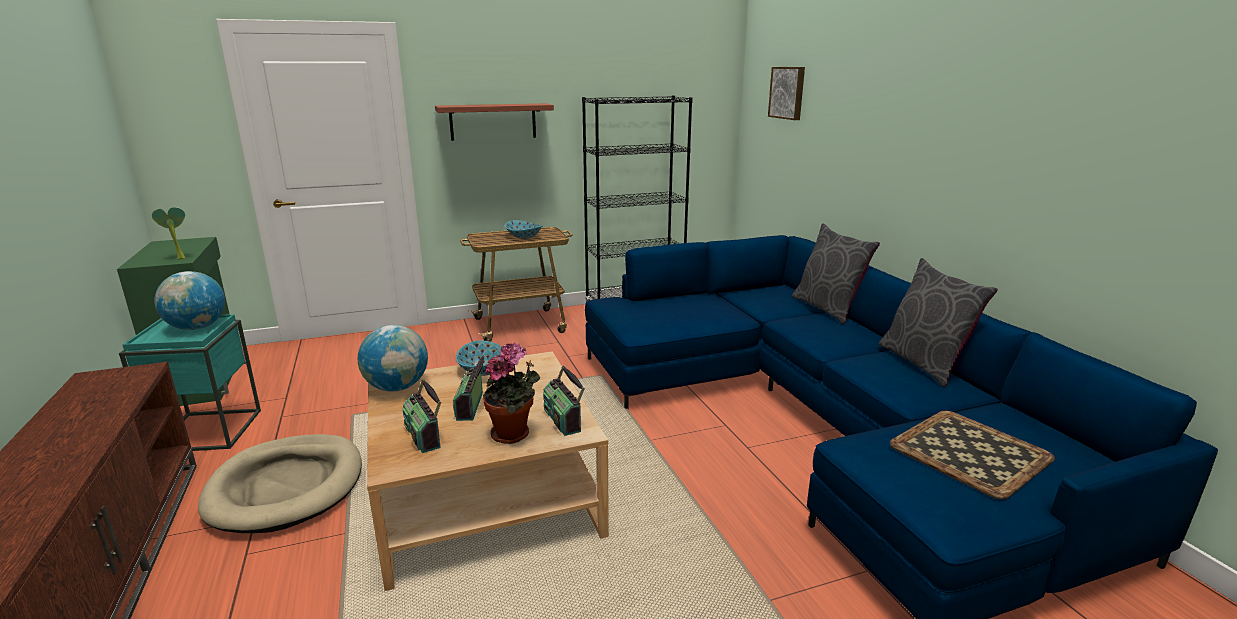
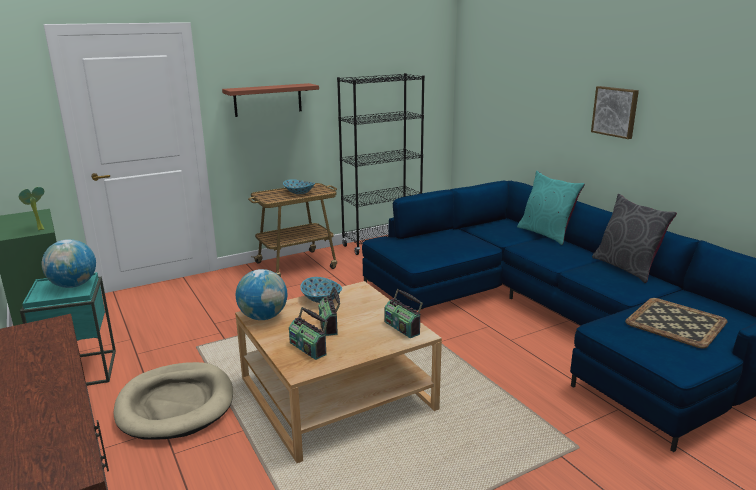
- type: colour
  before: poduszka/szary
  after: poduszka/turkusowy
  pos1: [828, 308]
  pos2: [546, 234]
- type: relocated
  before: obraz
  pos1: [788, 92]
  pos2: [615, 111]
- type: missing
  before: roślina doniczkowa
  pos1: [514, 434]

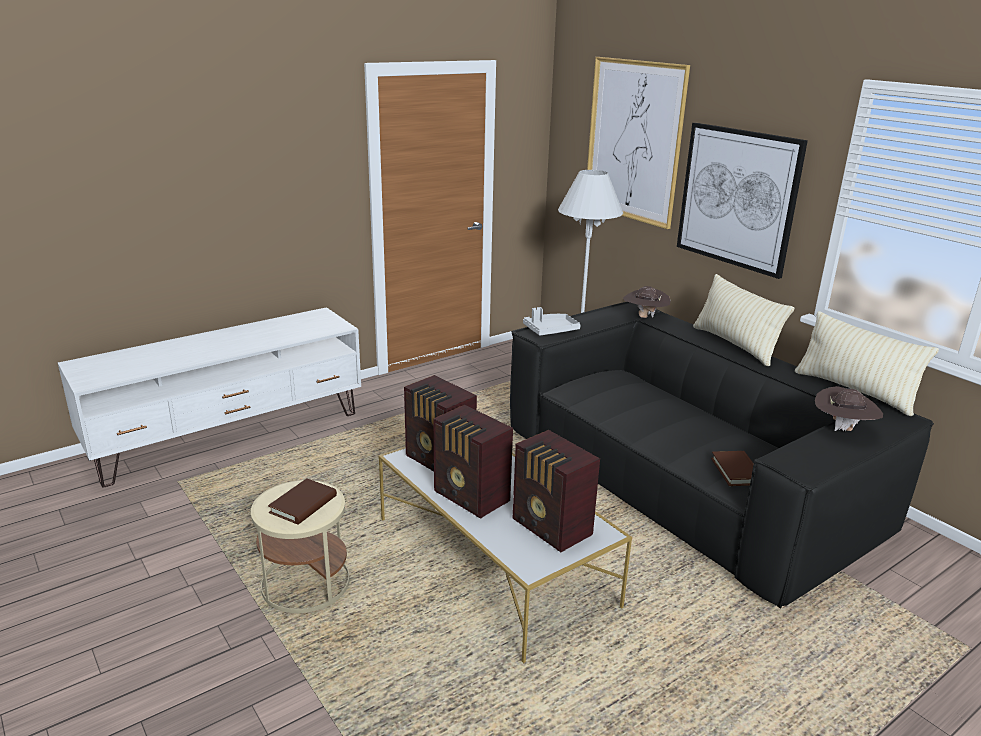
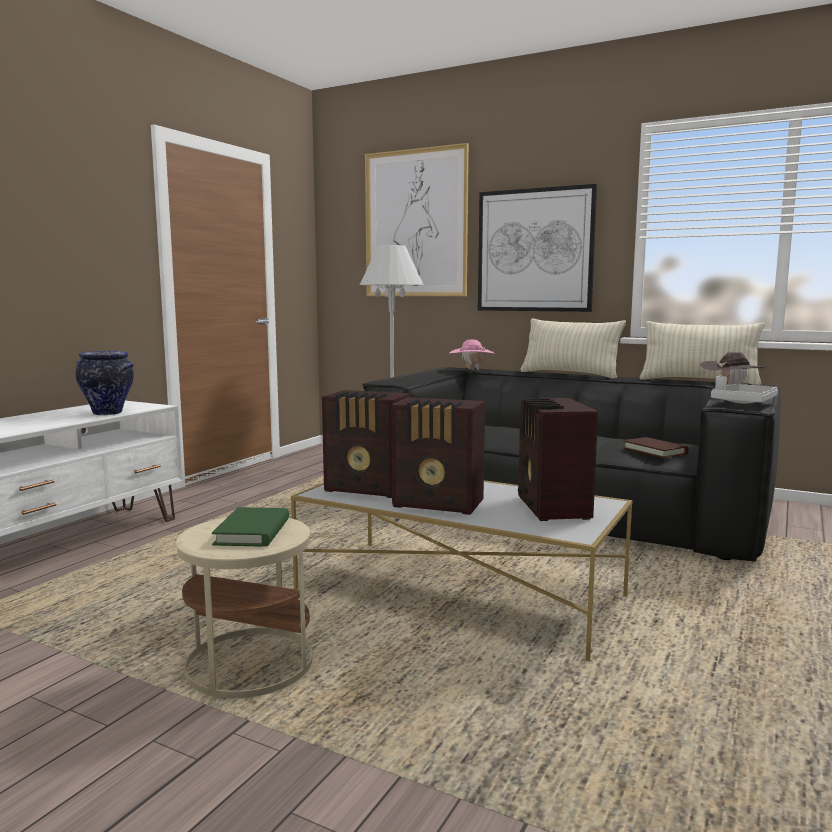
- type: appeared
  after: wazon
  pos2: [108, 413]
- type: colour
  before: książka/brązowy
  after: książka/zielony
  pos1: [303, 504]
  pos2: [253, 532]
- type: colour
  before: kapelusz/brązowy
  after: kapelusz/różowy
  pos1: [644, 317]
  pos2: [471, 371]
- type: spun
  before: radio
  pos1: [552, 529]
  pos2: [552, 508]
  turn: 60
- type: relocated
  before: taca/szary
  pos1: [550, 330]
  pos2: [743, 402]

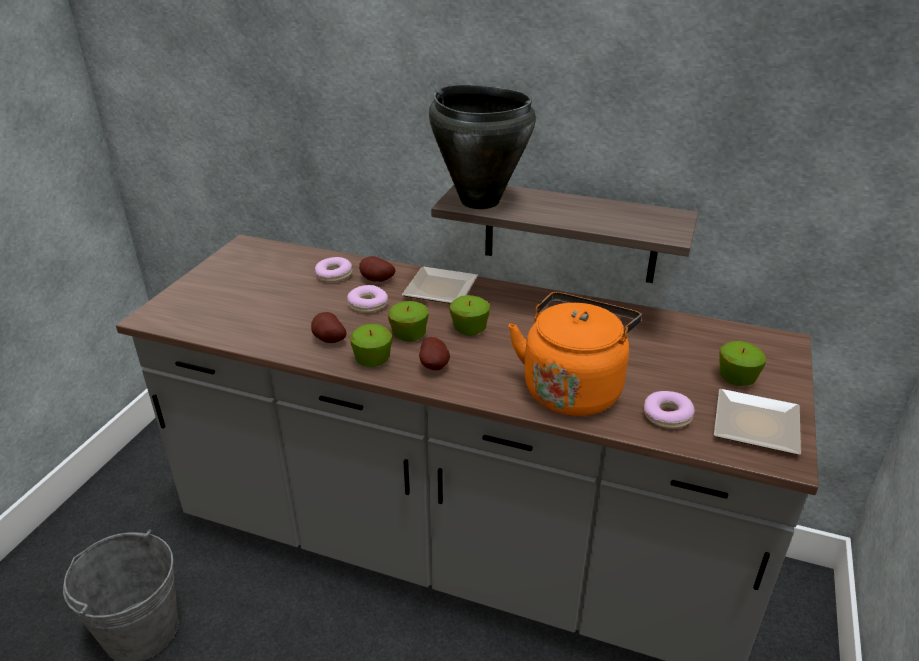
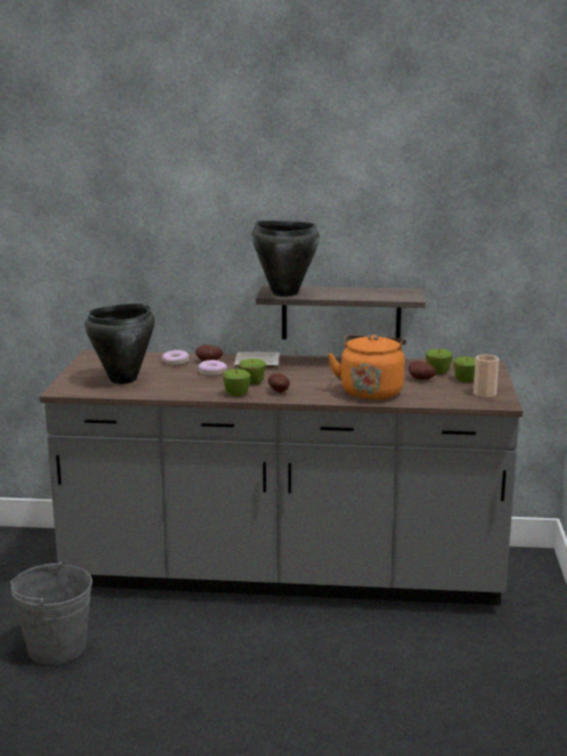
- type: appeared
  after: garnek/czarny
  pos2: [124, 379]
- type: relocated
  before: ziemniak
  pos1: [328, 340]
  pos2: [420, 380]
- type: relocated
  before: jabłko
  pos1: [469, 329]
  pos2: [438, 371]
- type: exchanged
  before: talerz
  after: filiżanka
  pos1: [759, 424]
  pos2: [484, 394]
- type: missing
  before: donut
  pos1: [667, 416]

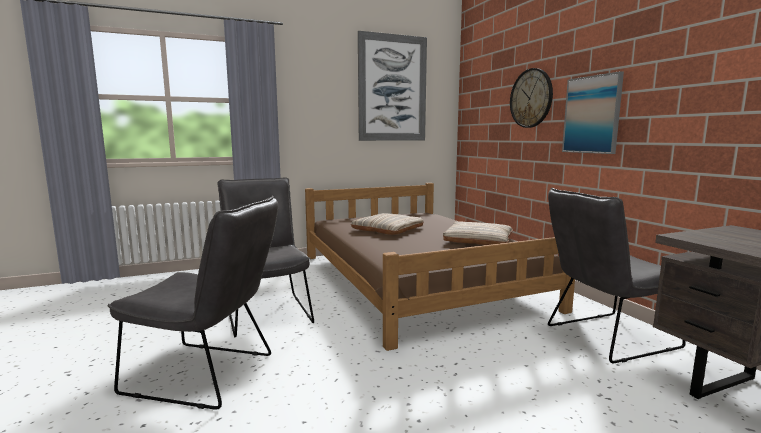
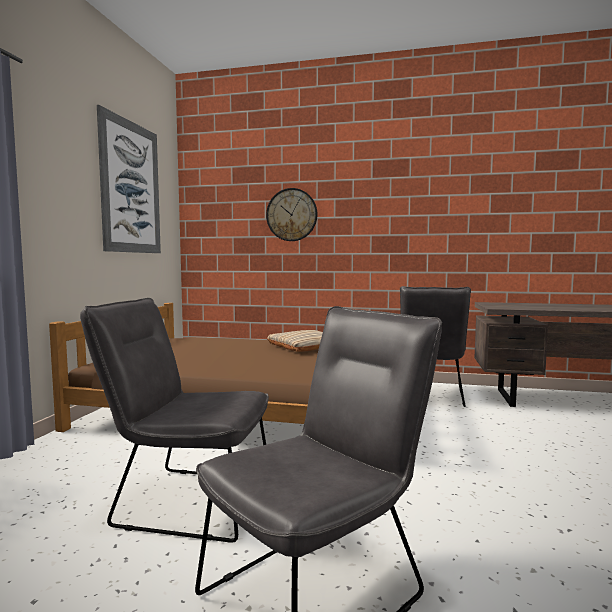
- type: missing
  before: poduszka/beżowy
  pos1: [387, 229]
- type: missing
  before: obraz
  pos1: [592, 115]

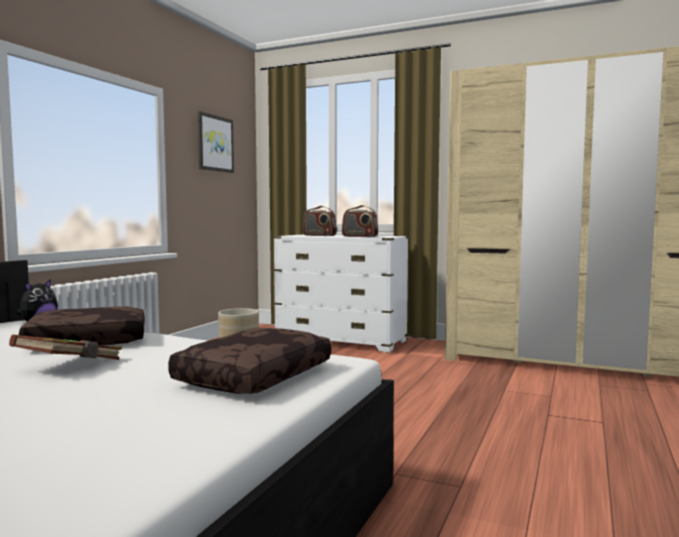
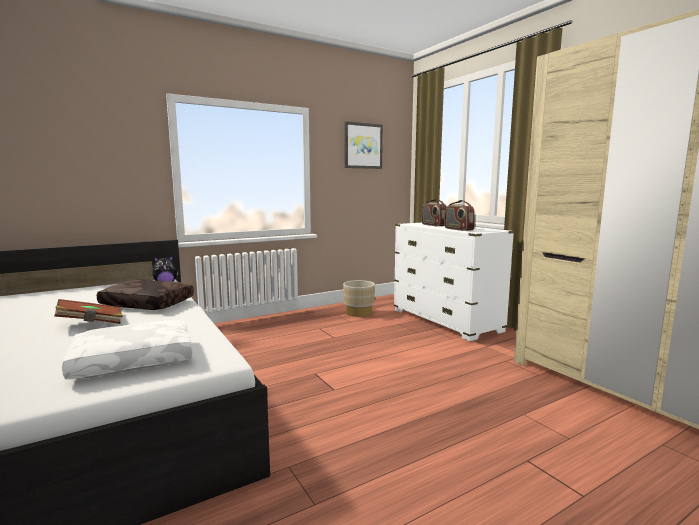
- type: colour
  before: poduszka/brązowy
  after: poduszka/biały
  pos1: [254, 376]
  pos2: [134, 360]

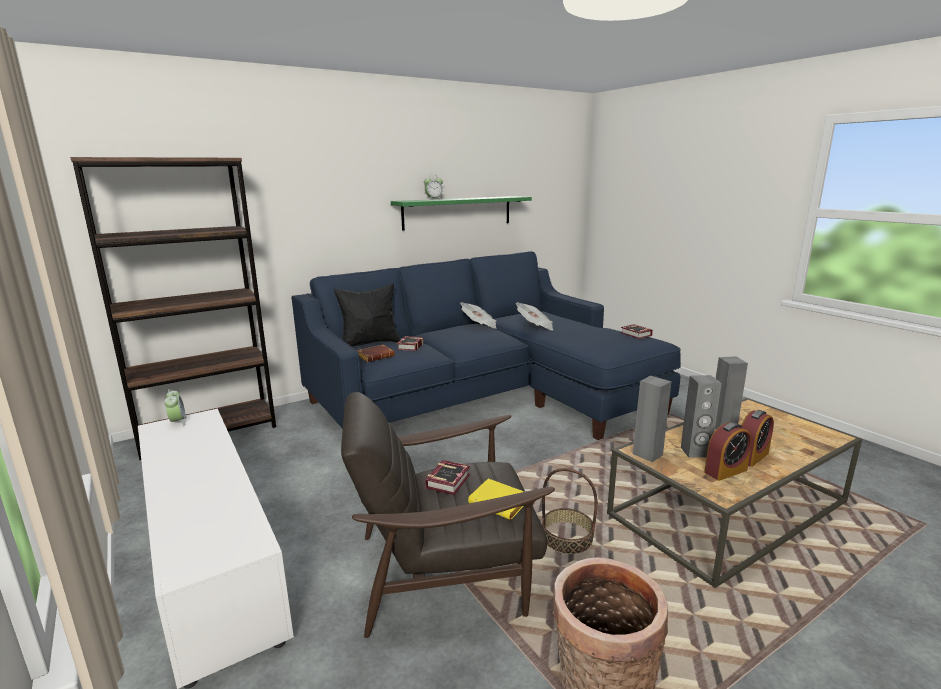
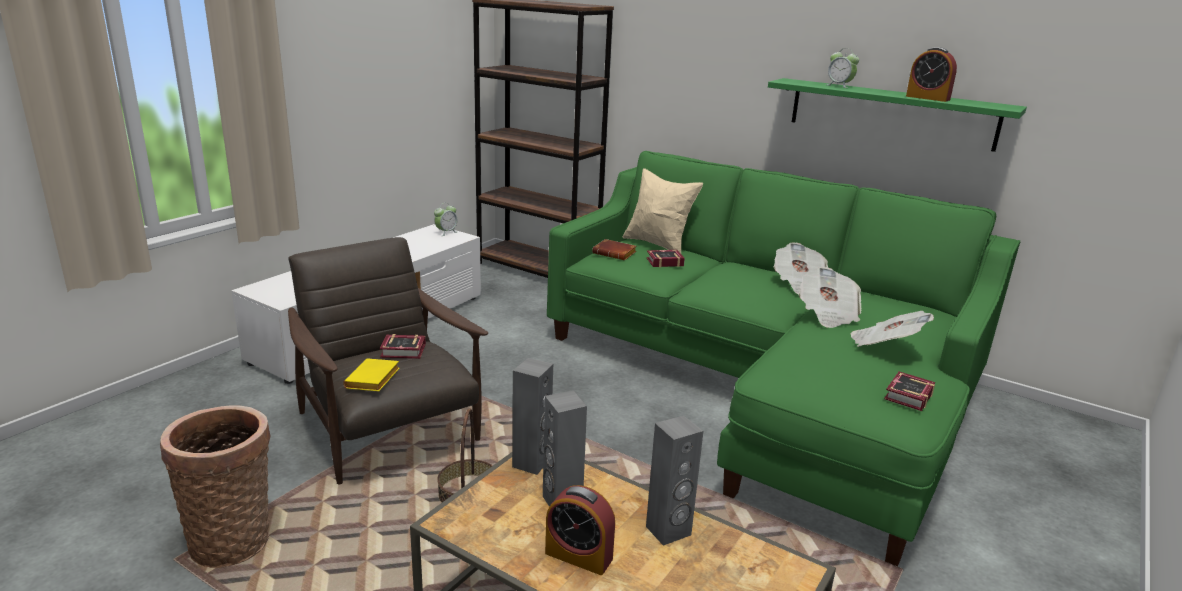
- type: colour
  before: kanapa/niebieski
  after: kanapa/zielony
  pos1: [486, 396]
  pos2: [767, 384]
- type: colour
  before: poduszka/czarny
  after: poduszka/beżowy
  pos1: [370, 343]
  pos2: [658, 245]
- type: appeared
  after: gazeta
  pos2: [885, 345]
- type: relocated
  before: budzik
  pos1: [725, 471]
  pos2: [927, 98]

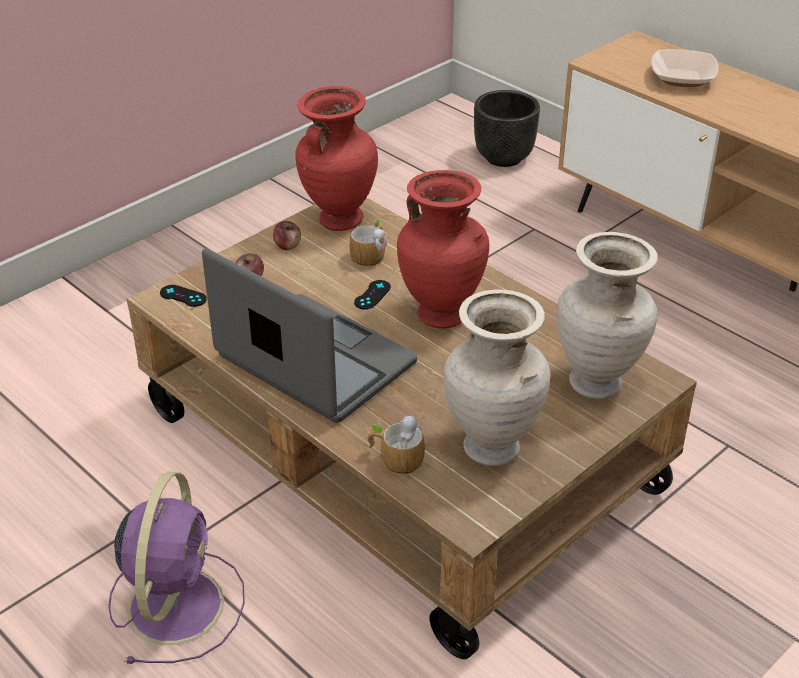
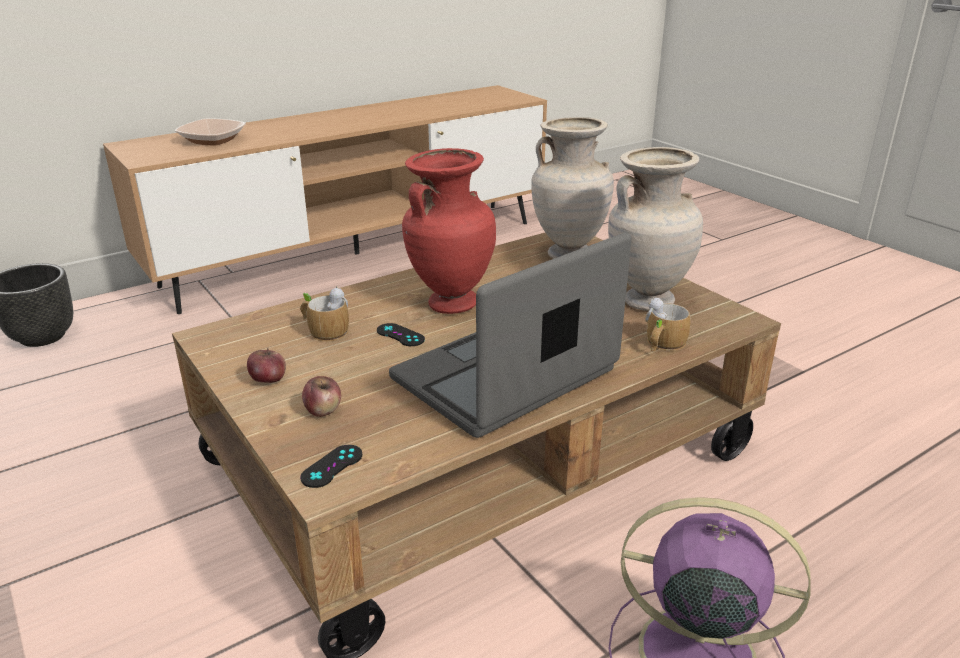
- type: missing
  before: wazon/czerwony
  pos1: [339, 220]

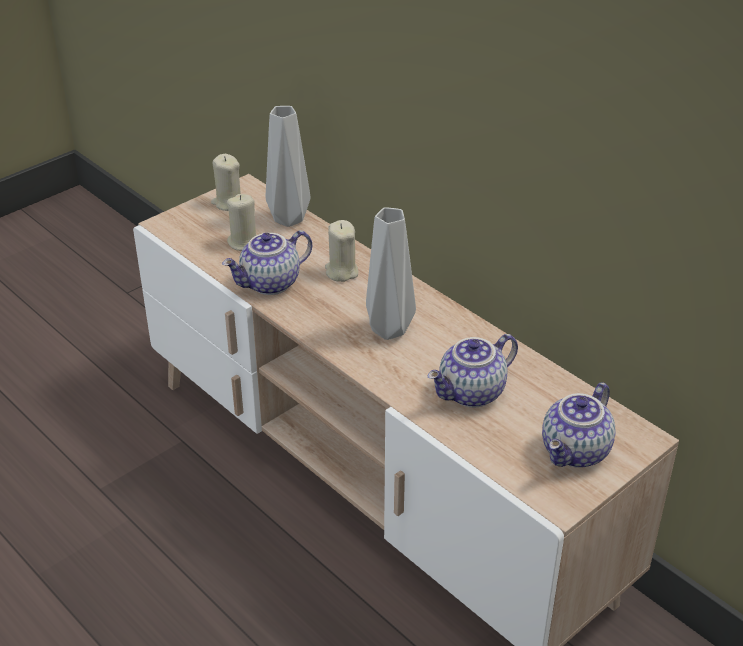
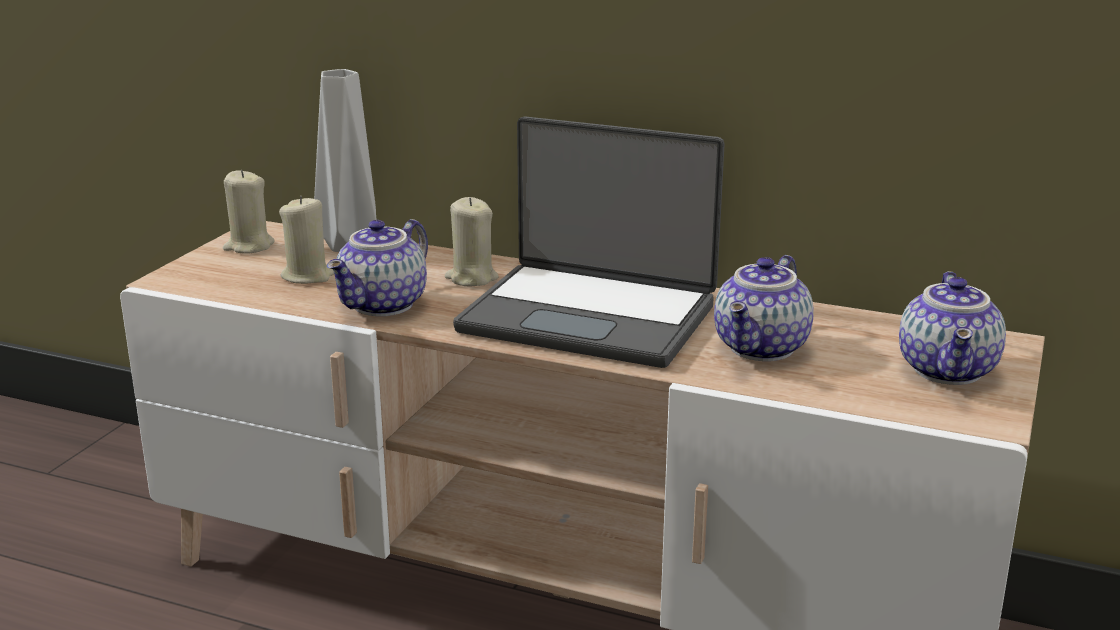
- type: exchanged
  before: wazon/szary
  after: laptop
  pos1: [387, 331]
  pos2: [590, 316]

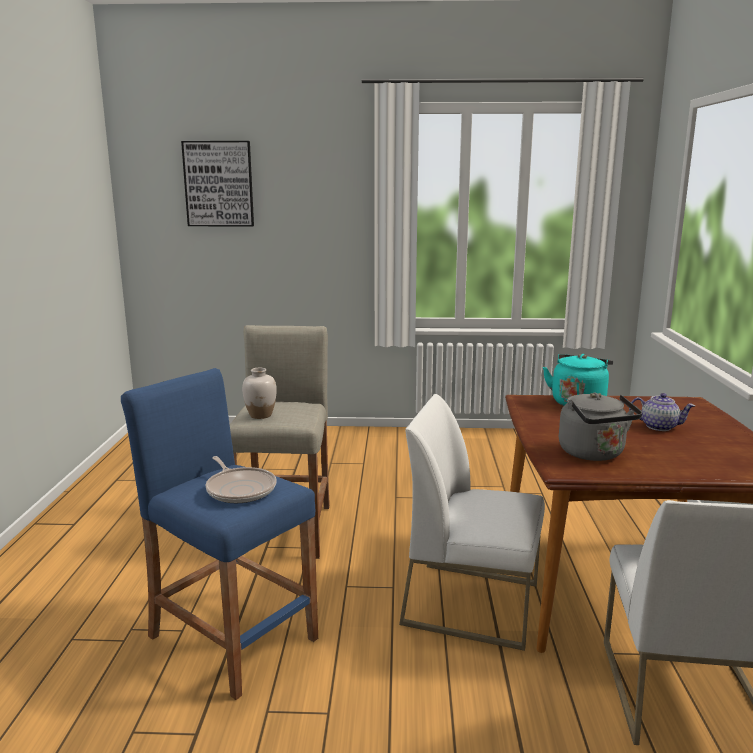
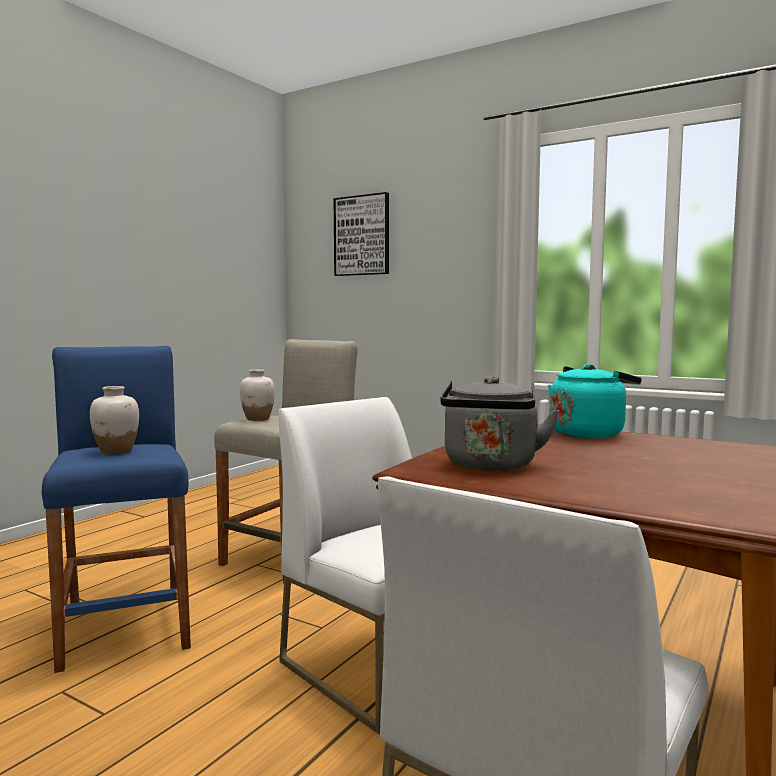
- type: exchanged
  before: patelnia
  after: wazon/biały
  pos1: [240, 489]
  pos2: [116, 451]
- type: missing
  before: imbryk
  pos1: [659, 426]

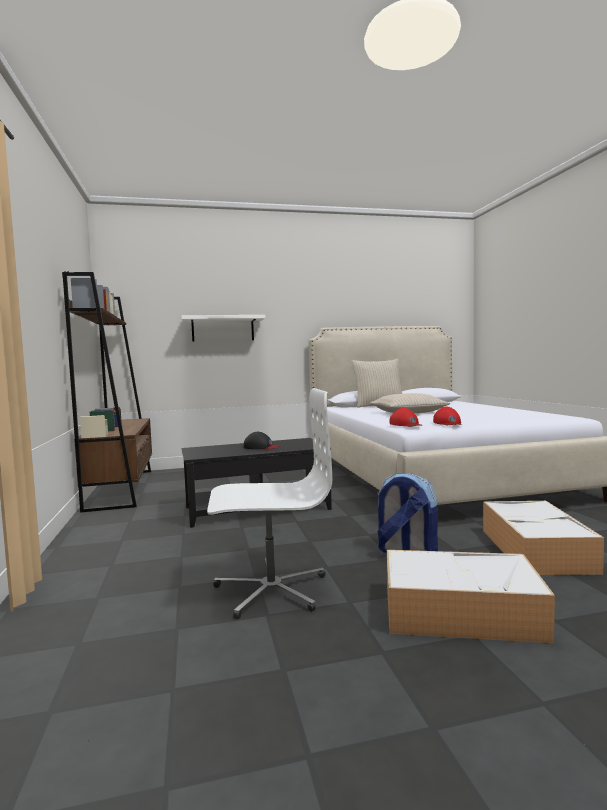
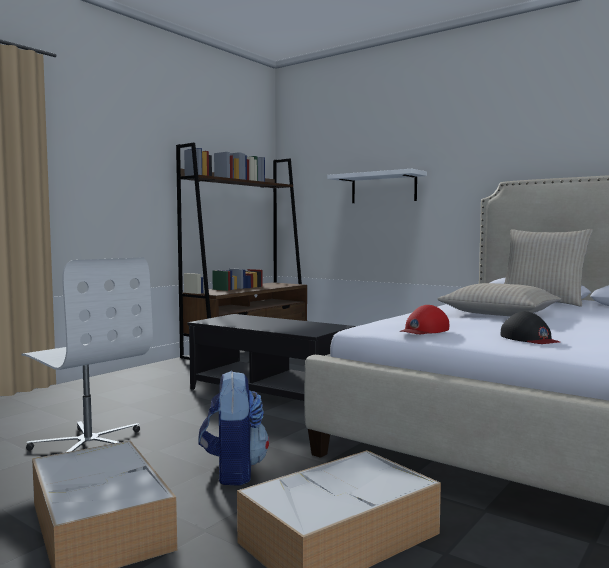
- type: relocated
  before: czapka z daszkiem/czarny
  pos1: [261, 447]
  pos2: [529, 339]
- type: missing
  before: czapka z daszkiem/czerwony
  pos1: [406, 424]

